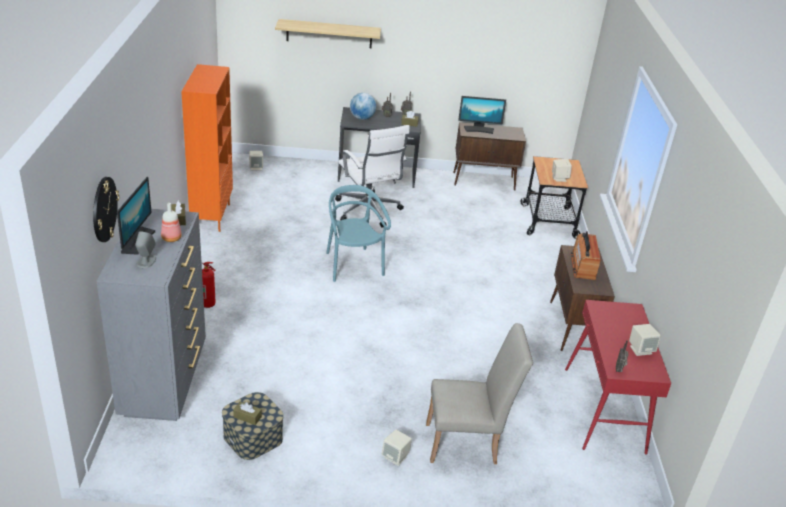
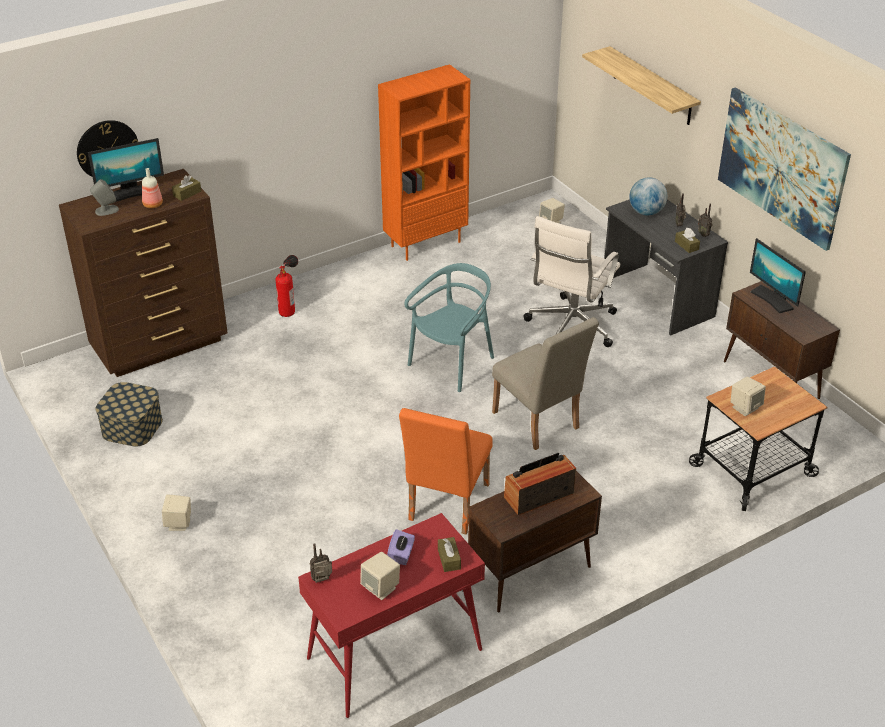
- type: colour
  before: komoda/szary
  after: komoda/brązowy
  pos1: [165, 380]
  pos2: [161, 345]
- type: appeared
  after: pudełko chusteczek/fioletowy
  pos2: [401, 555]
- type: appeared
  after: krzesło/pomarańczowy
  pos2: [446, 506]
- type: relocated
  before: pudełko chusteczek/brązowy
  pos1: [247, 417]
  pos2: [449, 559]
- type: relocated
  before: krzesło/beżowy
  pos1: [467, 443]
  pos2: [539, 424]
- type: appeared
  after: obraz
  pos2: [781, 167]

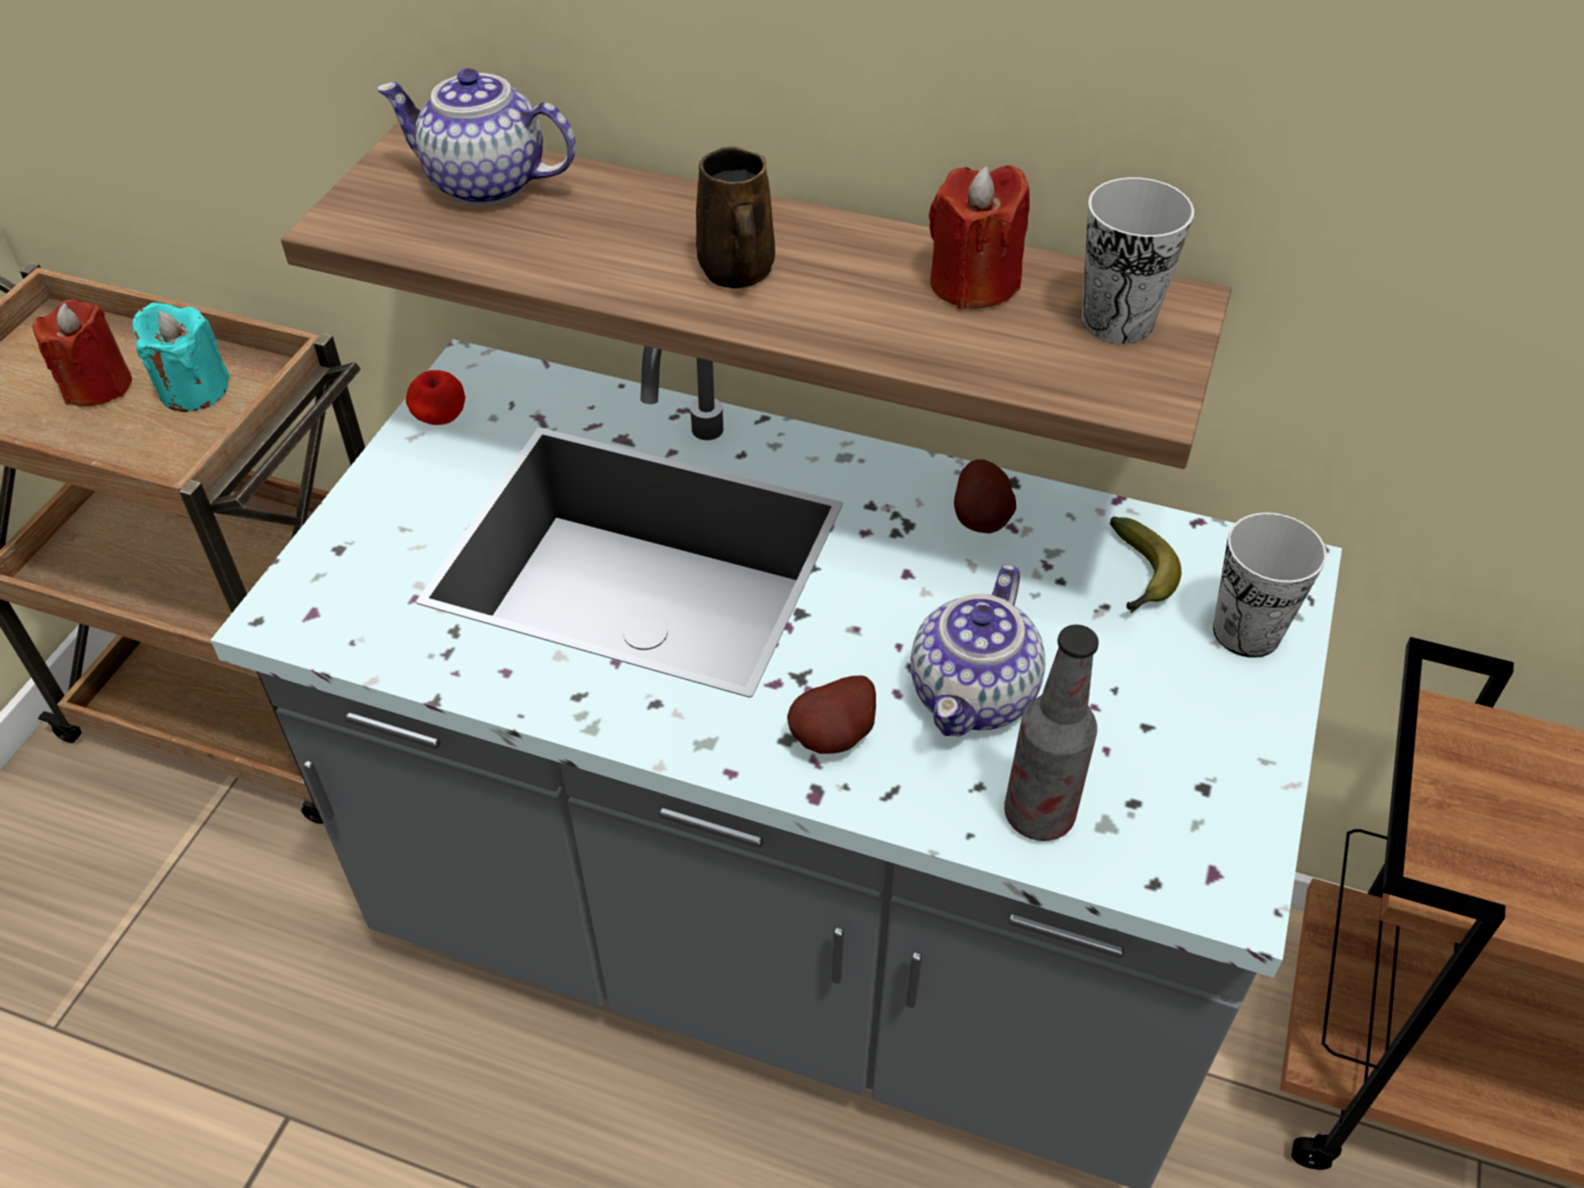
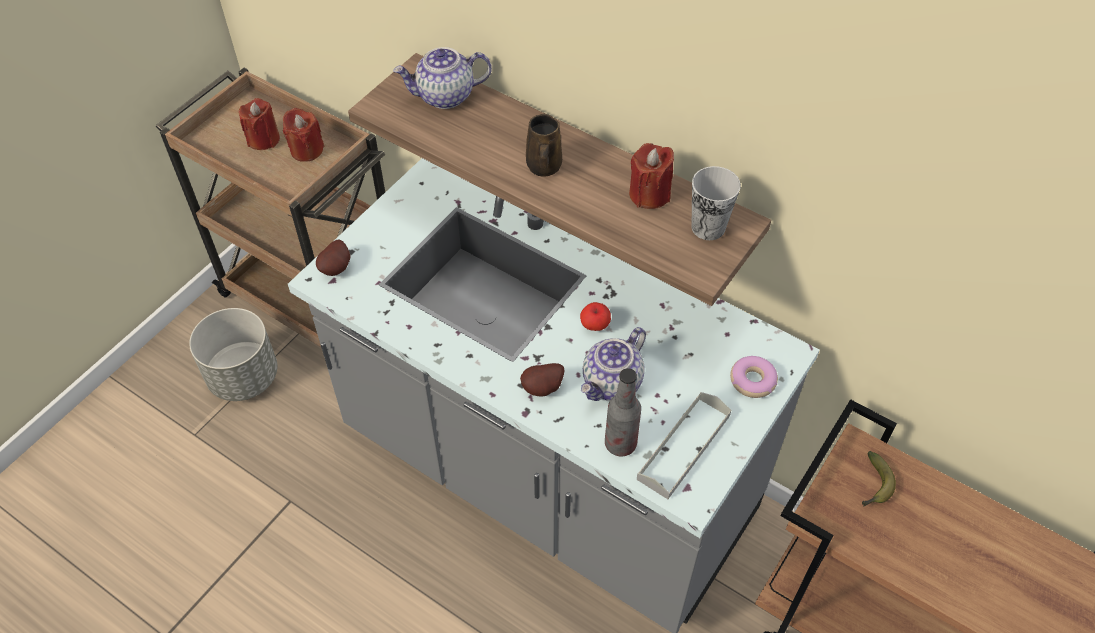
- type: appeared
  after: donica/szary
  pos2: [243, 376]
- type: colour
  before: świeca/turkusowy
  after: świeca/czerwony
  pos1: [194, 390]
  pos2: [306, 150]
- type: relocated
  before: ziemniak
  pos1: [983, 520]
  pos2: [337, 268]
- type: spun
  before: imbryk
  pos1: [484, 183]
  pos2: [445, 96]
  turn: -45
- type: relocated
  before: jabłko
  pos1: [440, 419]
  pos2: [594, 325]
- type: appeared
  after: taca/szary
  pos2: [684, 447]
- type: exchanged
  before: filiżanka
  after: donut
  pos1: [1246, 632]
  pos2: [753, 381]
- type: relocated
  before: banan
  pos1: [1139, 577]
  pos2: [874, 485]

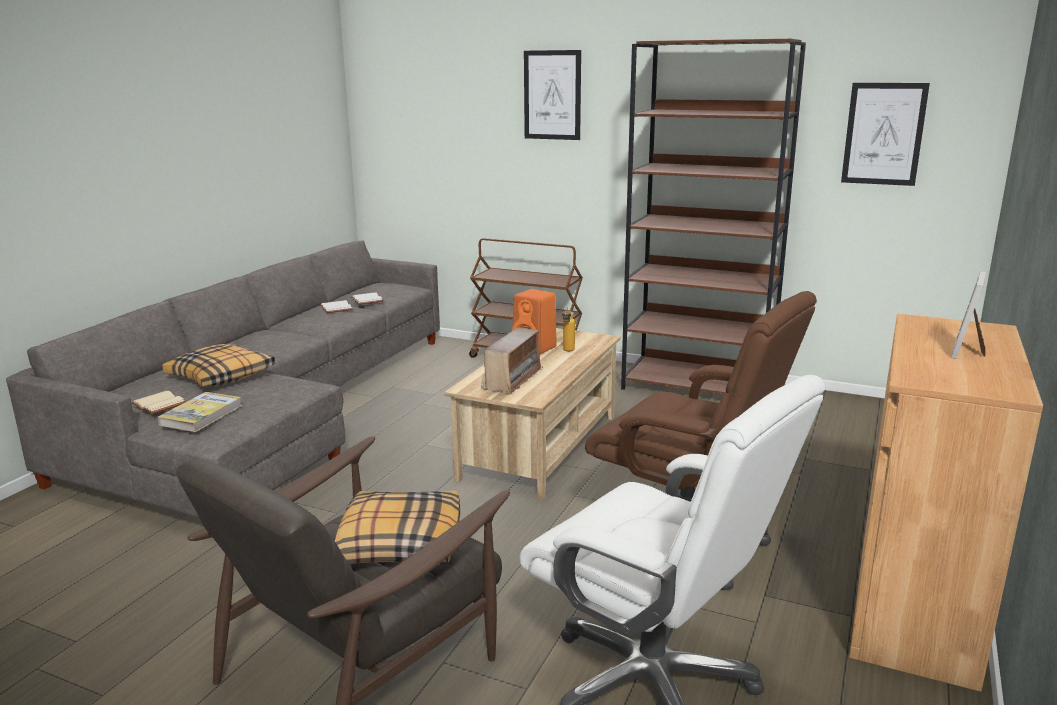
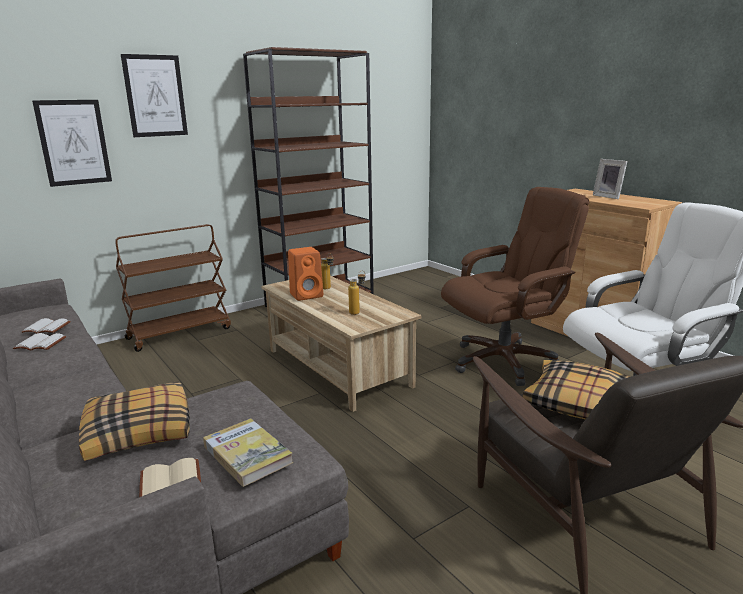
- type: relocated
  before: obraz
  pos1: [883, 134]
  pos2: [74, 142]
- type: exchanged
  before: radio
  after: butelka
  pos1: [513, 379]
  pos2: [358, 312]

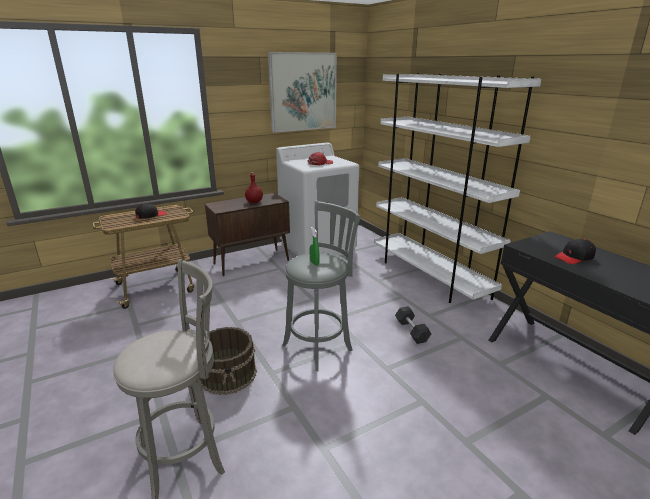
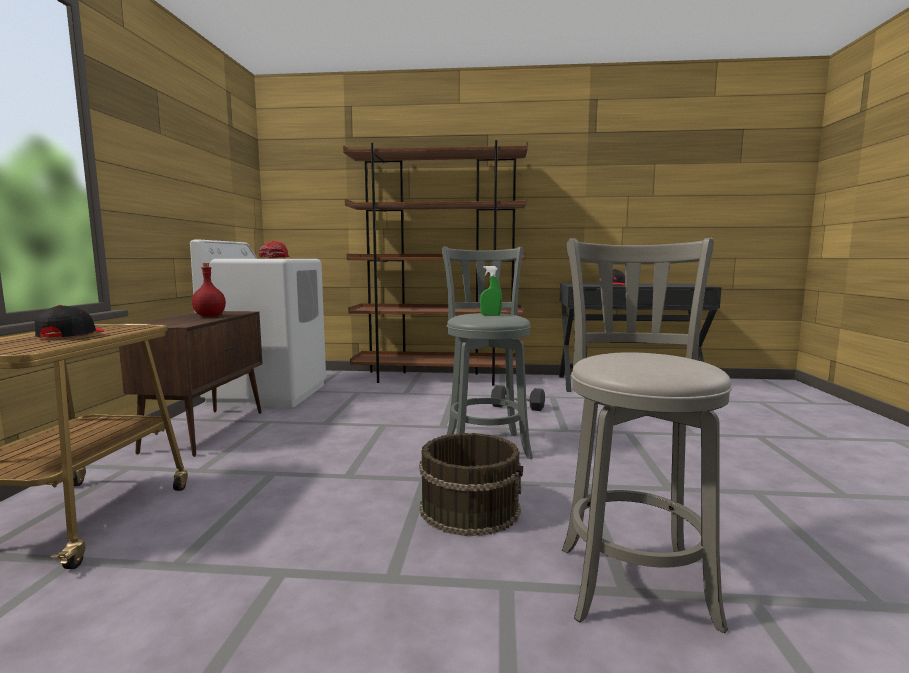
- type: colour
  before: regał/biały
  after: regał/brązowy
  pos1: [429, 276]
  pos2: [438, 378]
- type: missing
  before: obraz
  pos1: [303, 92]

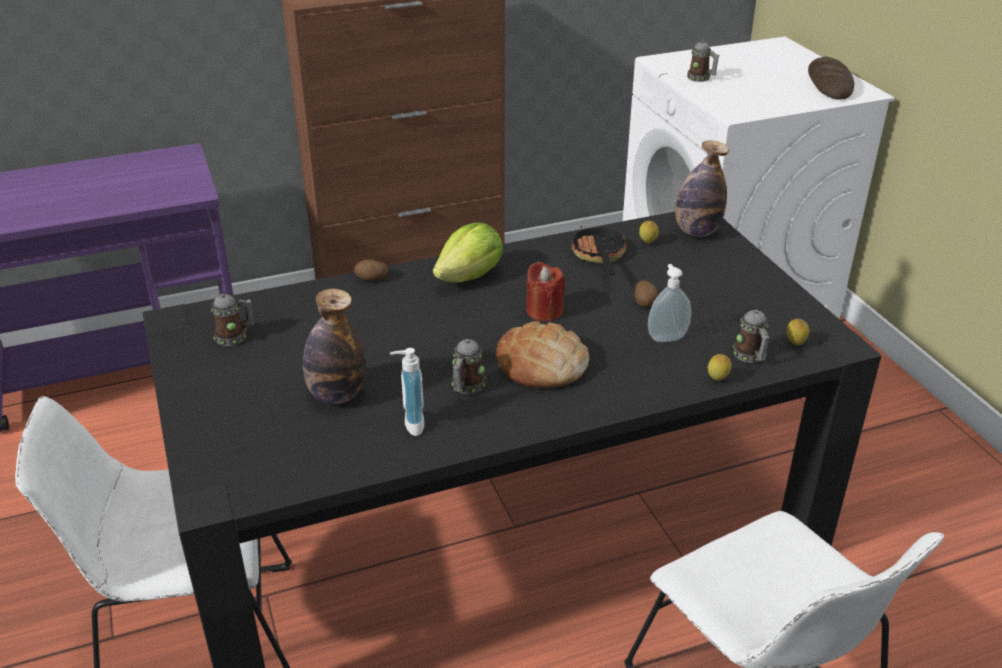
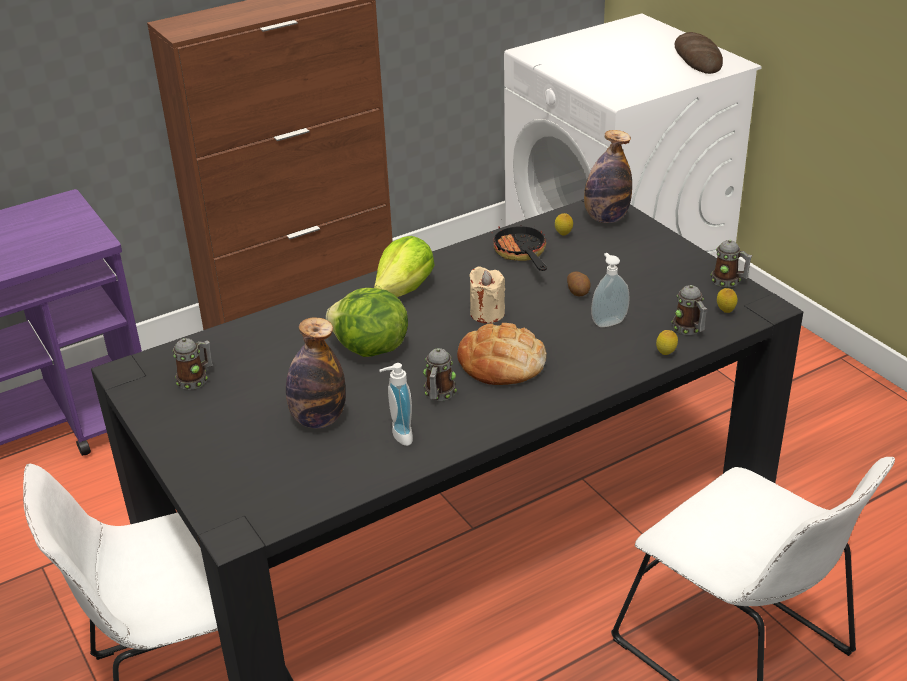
- type: appeared
  after: sałata
  pos2: [370, 349]
- type: colour
  before: świeca/czerwony
  after: świeca/beżowy
  pos1: [544, 311]
  pos2: [487, 313]
- type: relocated
  before: kubek
  pos1: [701, 78]
  pos2: [729, 281]
- type: missing
  before: ziemniak
  pos1: [371, 279]

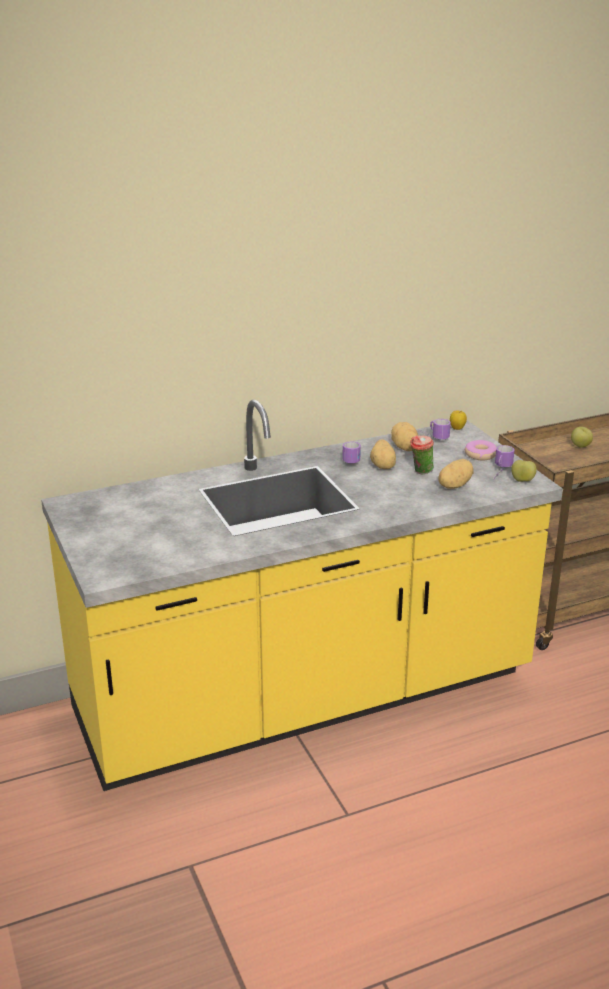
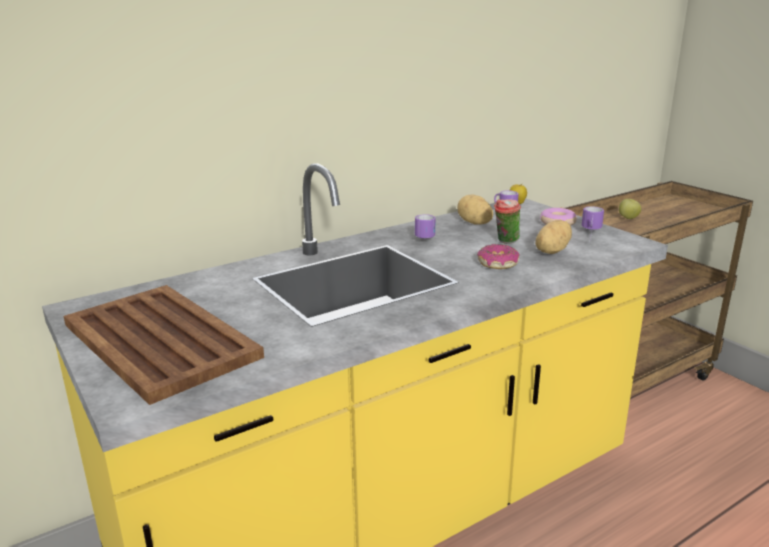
- type: appeared
  after: taca/brązowy
  pos2: [160, 341]
- type: appeared
  after: donut
  pos2: [497, 264]
- type: missing
  before: ziemniak
  pos1: [383, 466]
- type: missing
  before: jabłko
  pos1: [522, 481]

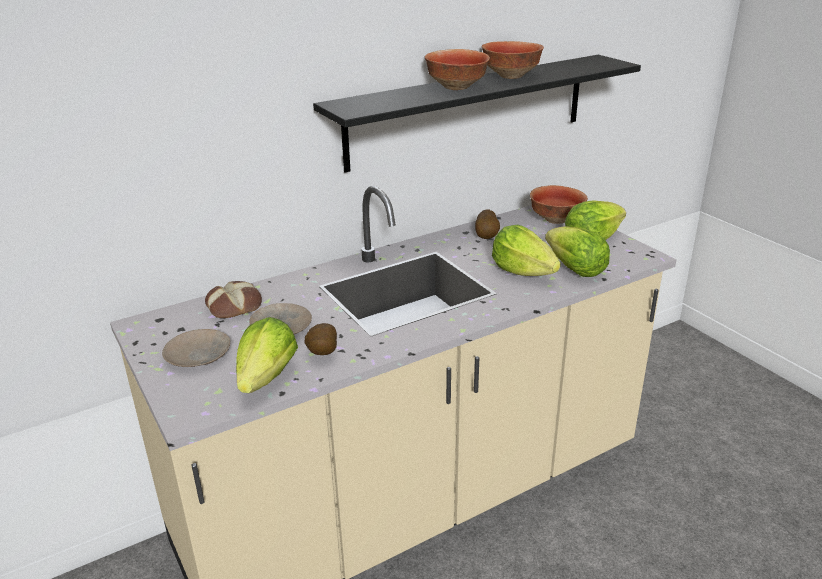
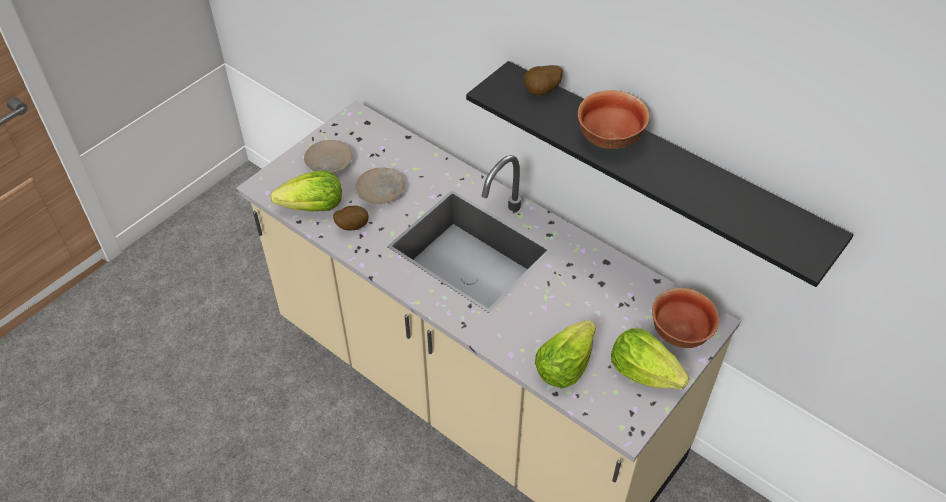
- type: relocated
  before: ziemniak
  pos1: [487, 236]
  pos2: [542, 92]
- type: missing
  before: chleb
  pos1: [234, 306]
- type: missing
  before: miska
  pos1: [510, 76]
- type: missing
  before: sałata
  pos1: [522, 272]

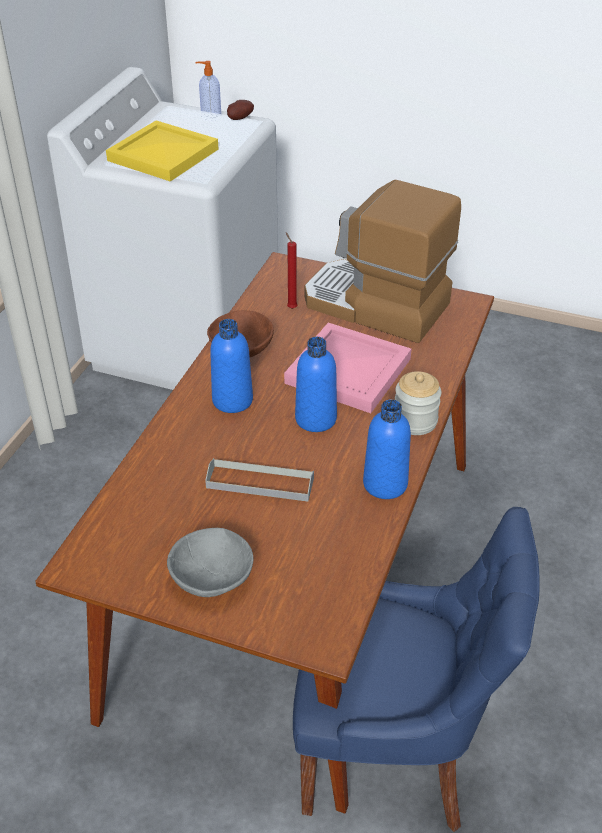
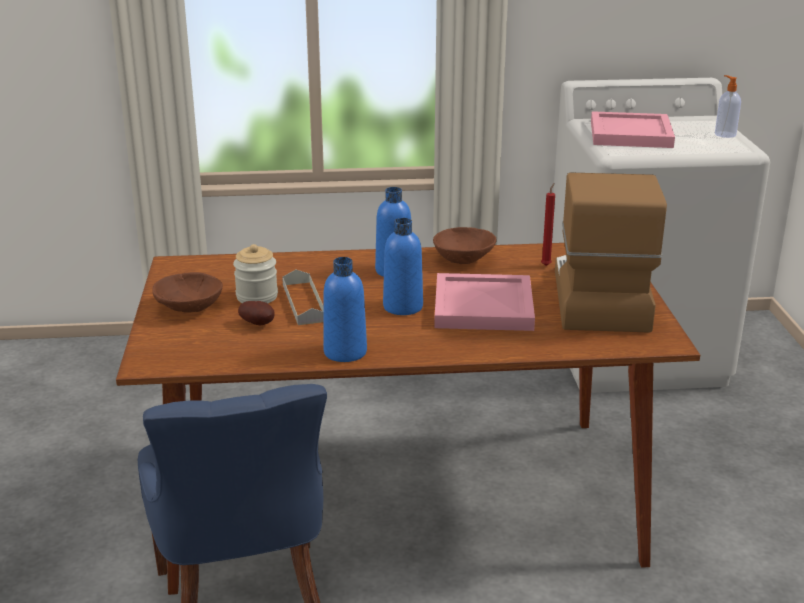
- type: colour
  before: miska/szary
  after: miska/brązowy
  pos1: [213, 579]
  pos2: [188, 309]
- type: relocated
  before: słoik
  pos1: [415, 421]
  pos2: [257, 297]
- type: relocated
  before: ziemniak
  pos1: [239, 119]
  pos2: [259, 324]
- type: colour
  before: taca/żółty
  after: taca/różowy
  pos1: [165, 154]
  pos2: [632, 134]

